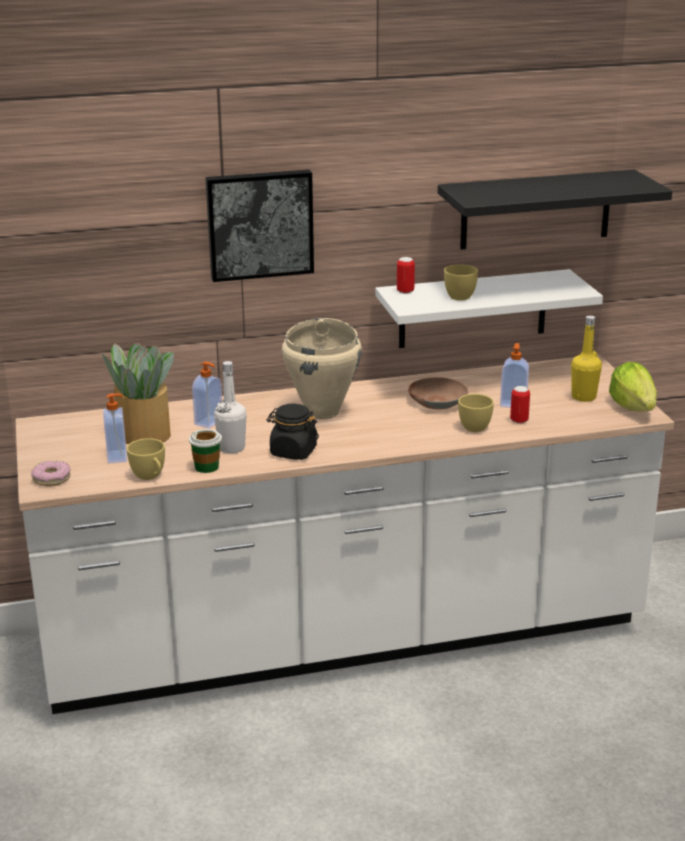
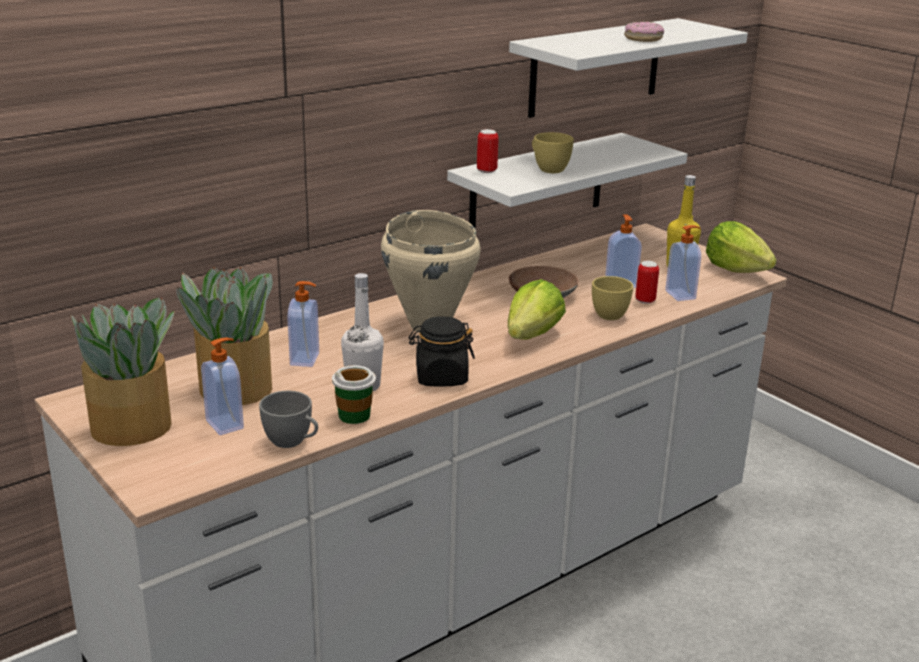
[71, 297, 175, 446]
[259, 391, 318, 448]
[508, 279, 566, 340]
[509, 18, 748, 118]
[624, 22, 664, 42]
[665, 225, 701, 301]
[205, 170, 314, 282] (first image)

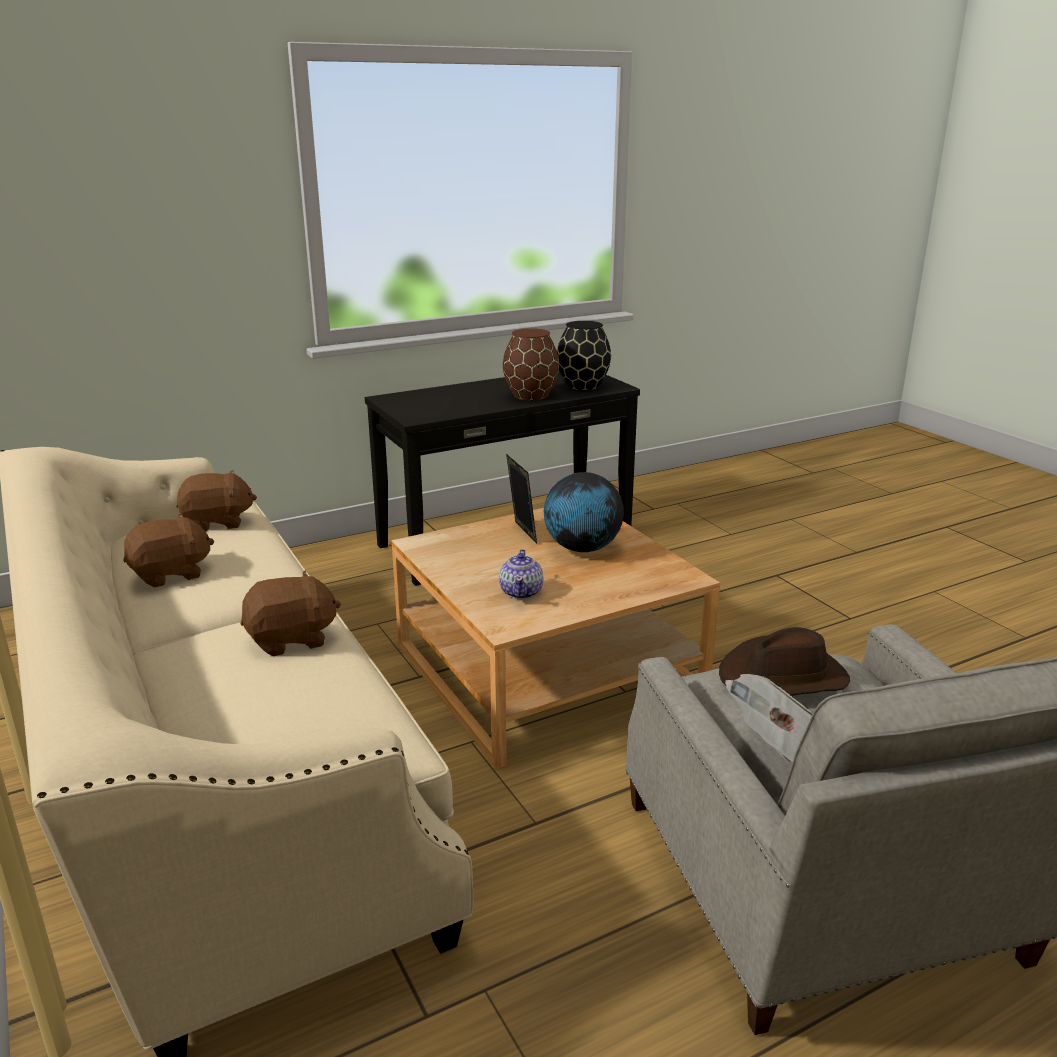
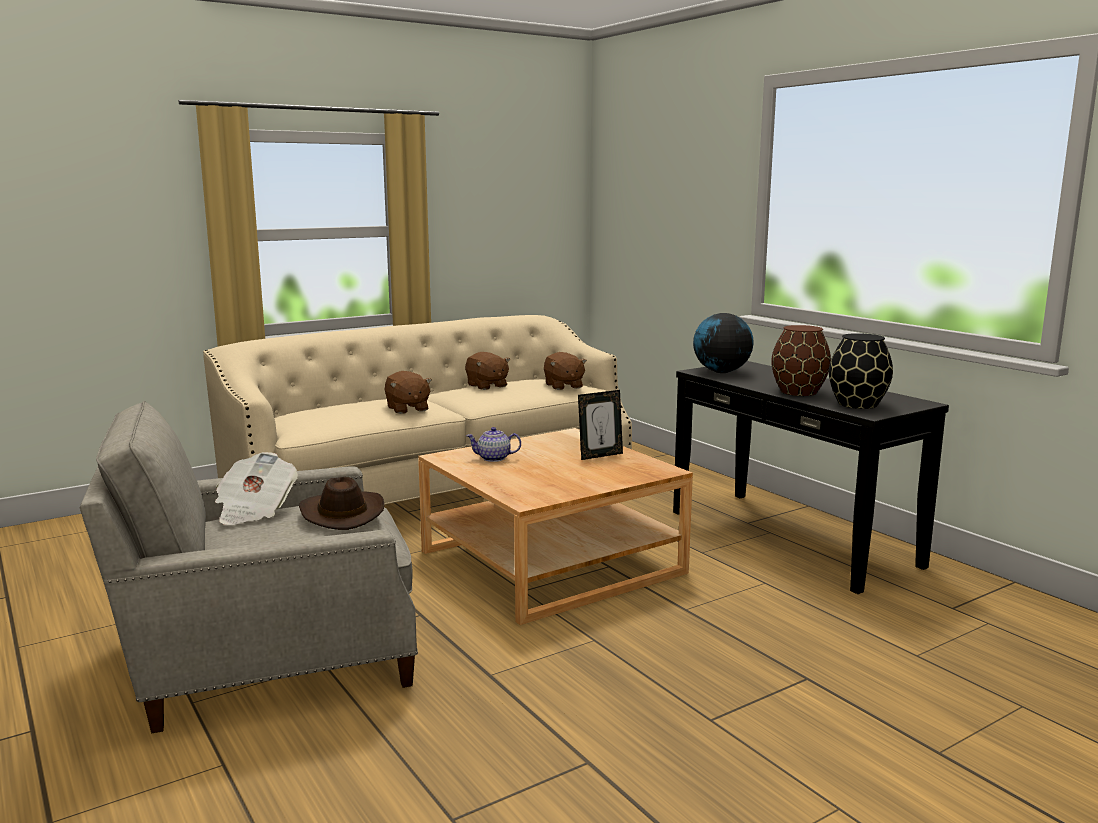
[693, 313, 754, 373]

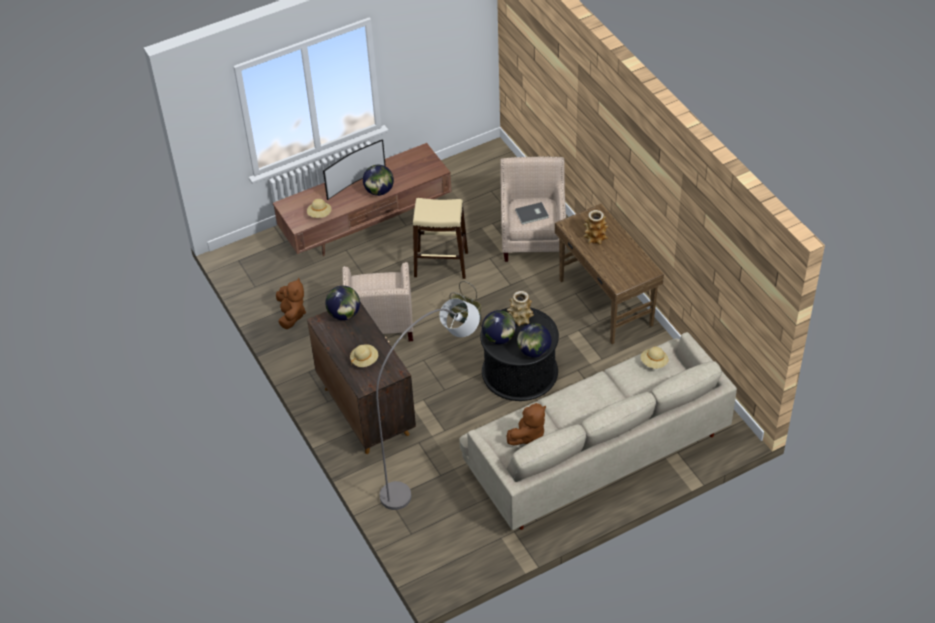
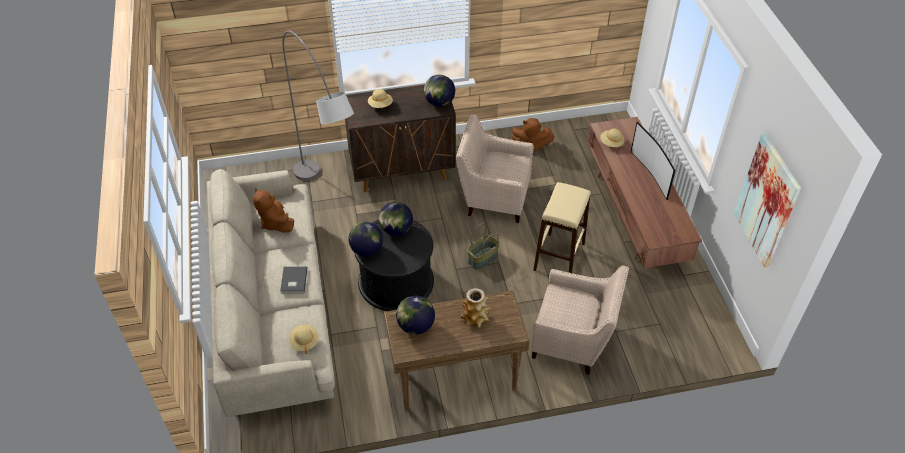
[280, 266, 308, 294]
[396, 296, 435, 335]
[734, 134, 801, 268]
[507, 291, 534, 326] (first image)

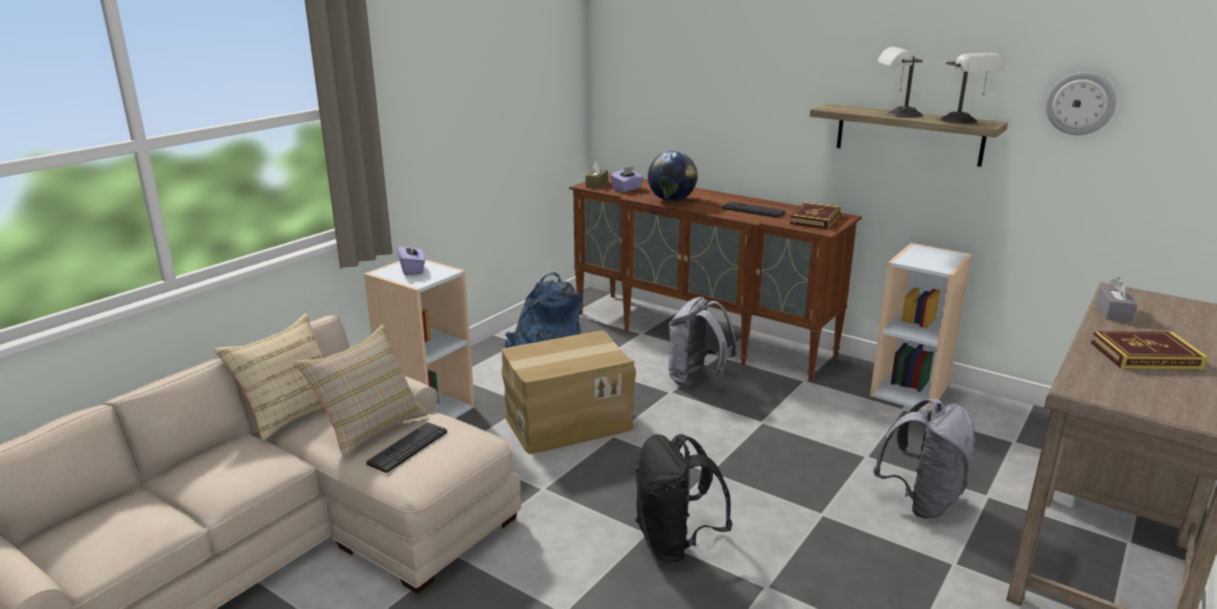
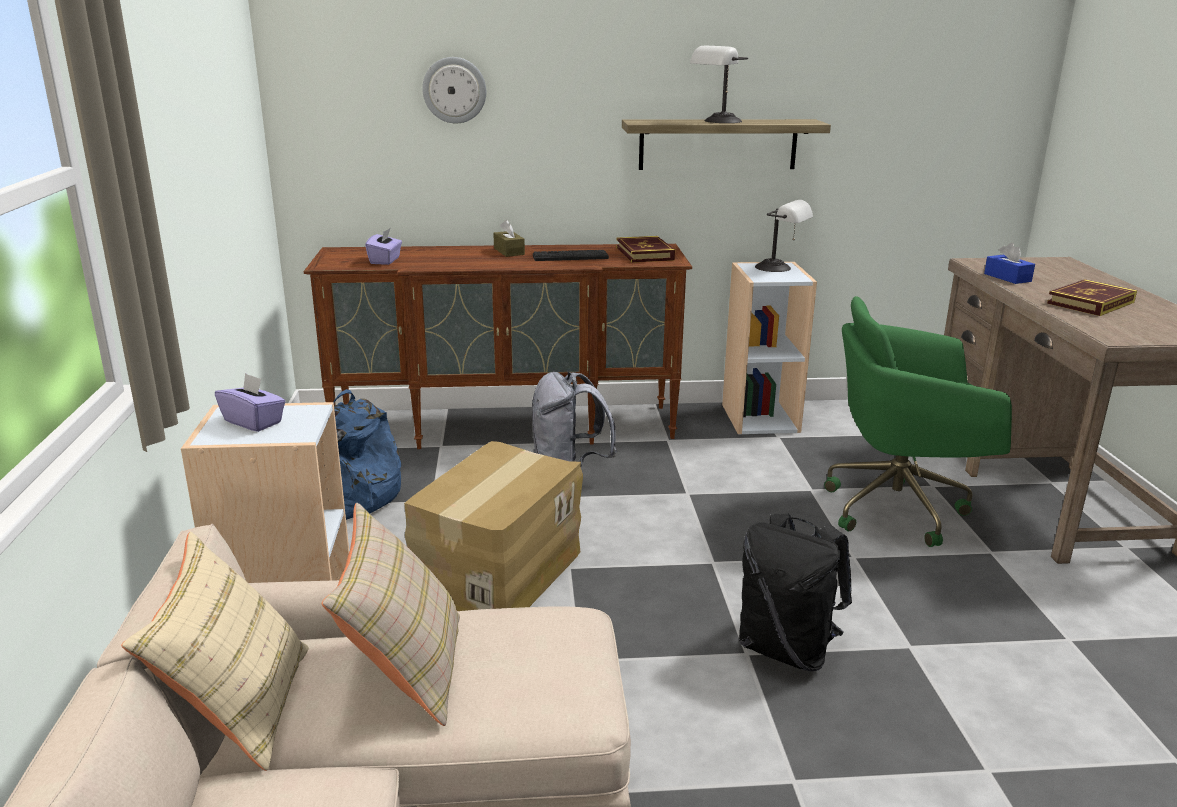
[422, 57, 486, 123]
[493, 220, 525, 257]
[755, 200, 813, 272]
[824, 296, 1012, 547]
[984, 243, 1035, 284]
[367, 422, 447, 473] (first image)
[648, 151, 698, 201] (first image)

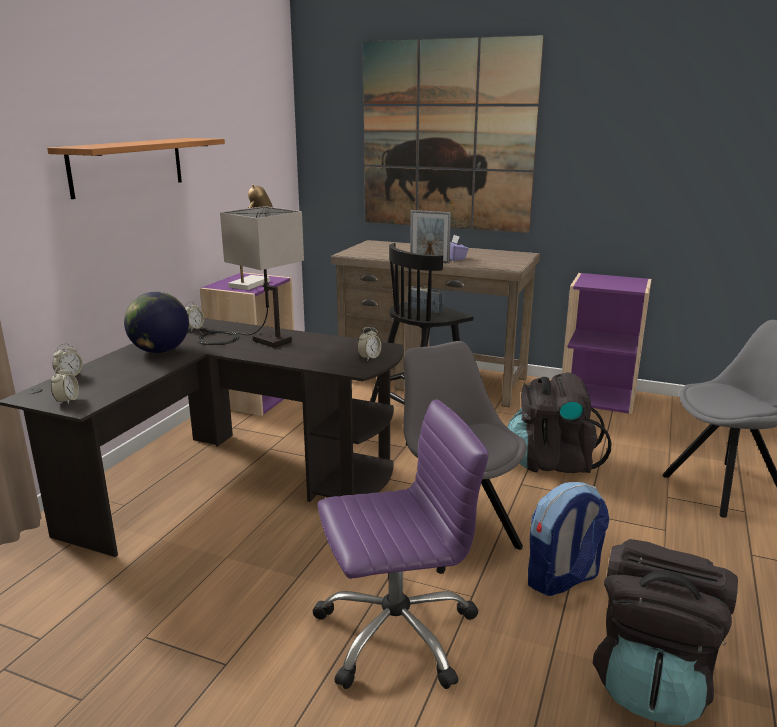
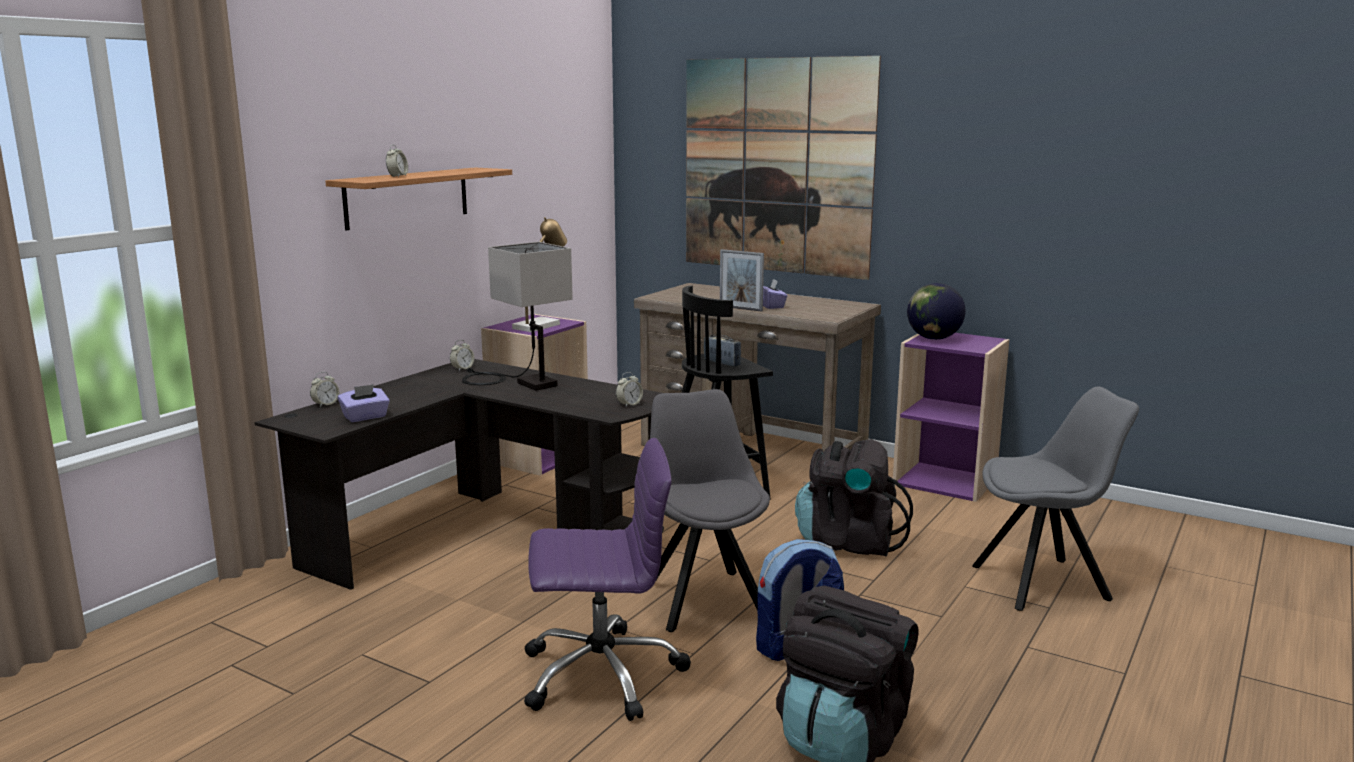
[338, 384, 390, 422]
[386, 144, 408, 177]
[907, 283, 965, 340]

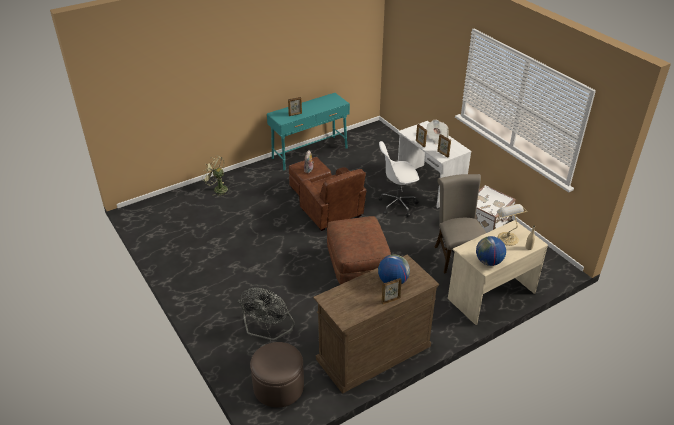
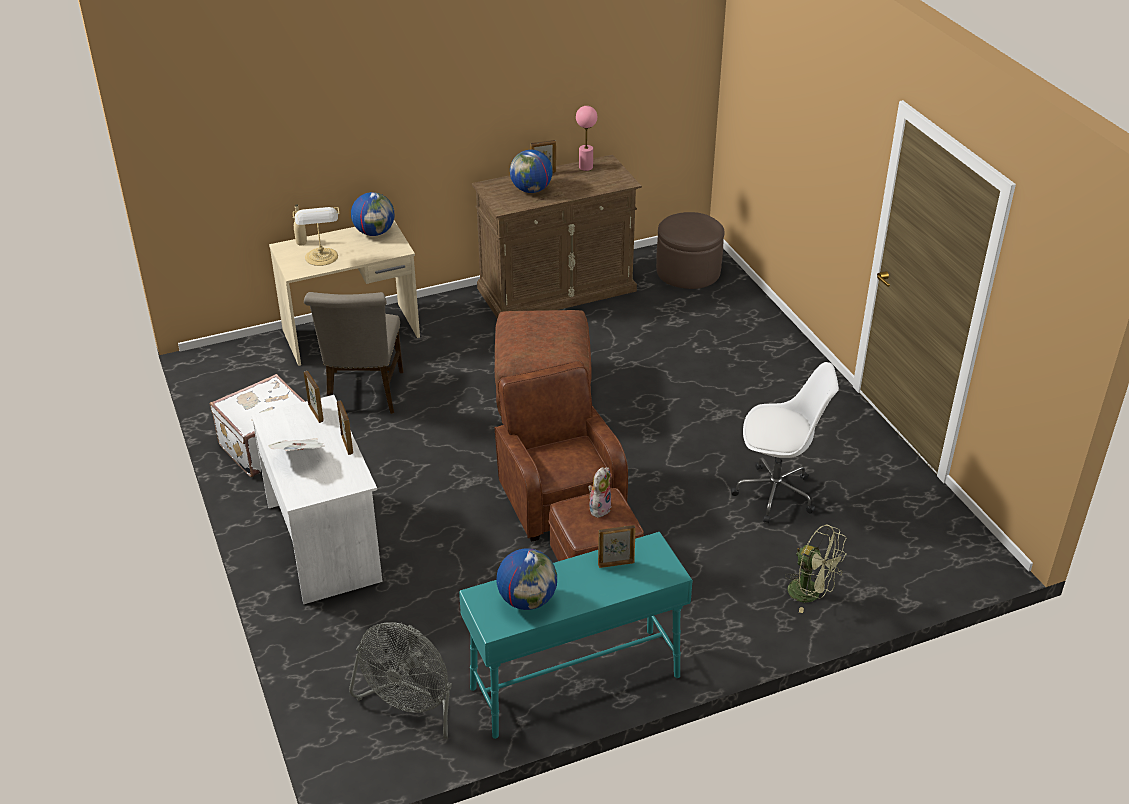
[349, 622, 452, 739]
[496, 548, 557, 610]
[576, 106, 597, 171]
[731, 362, 839, 523]

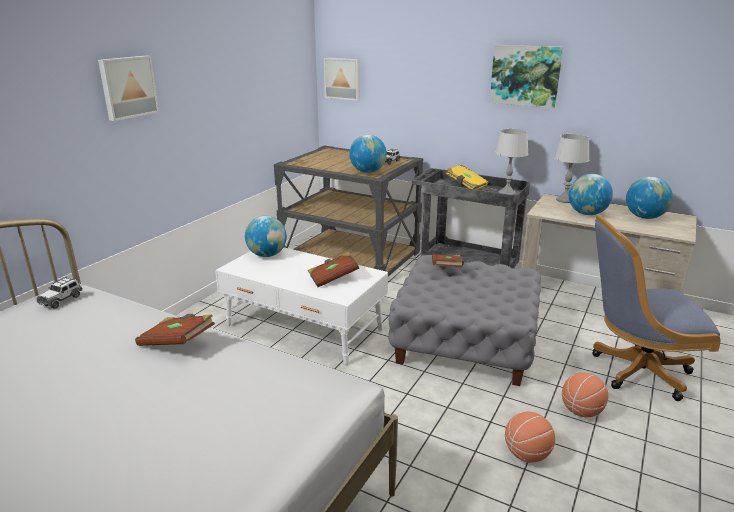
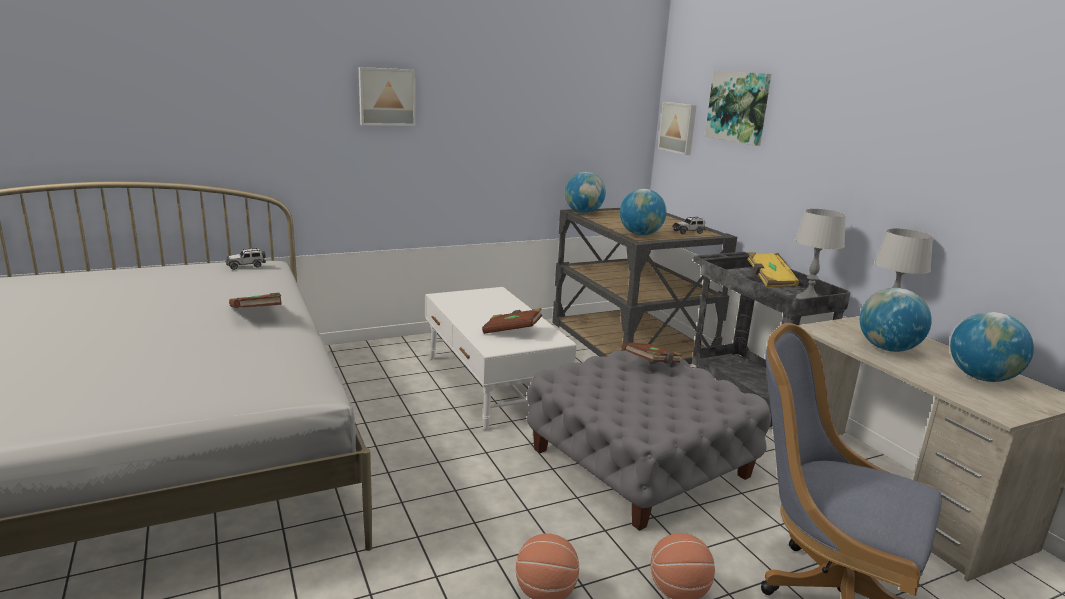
[565, 172, 606, 213]
[705, 71, 771, 146]

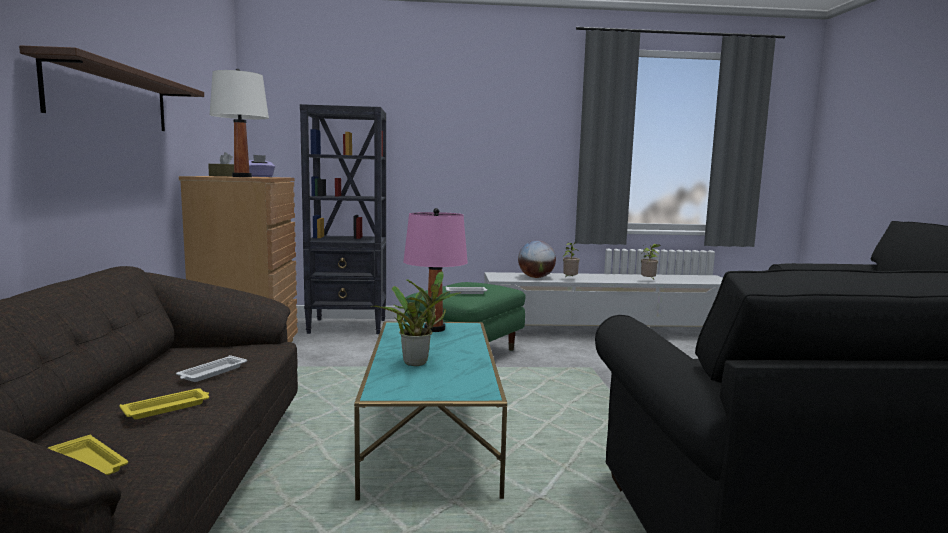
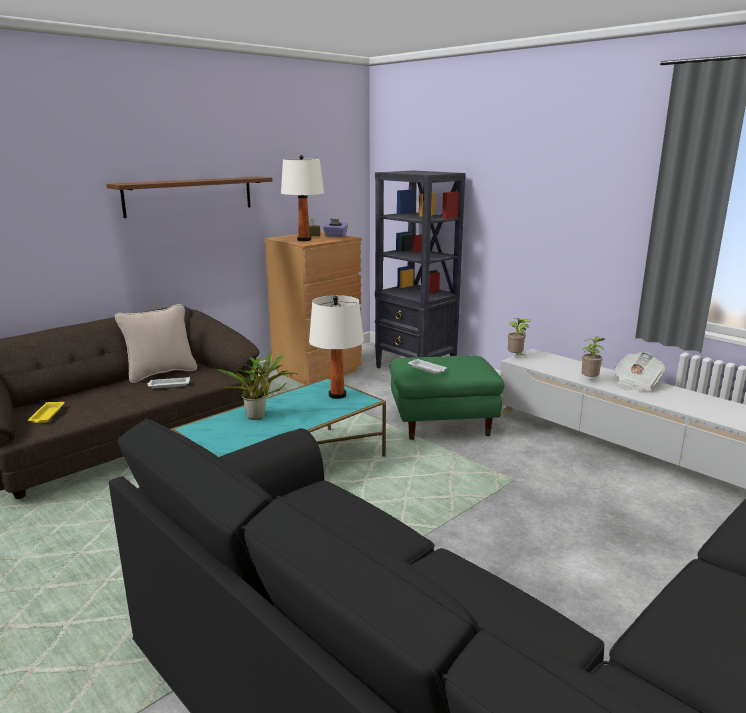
[115, 304, 197, 383]
[309, 295, 364, 399]
[508, 318, 531, 355]
[615, 352, 665, 391]
[119, 388, 209, 419] (first image)
[518, 240, 556, 278] (first image)

